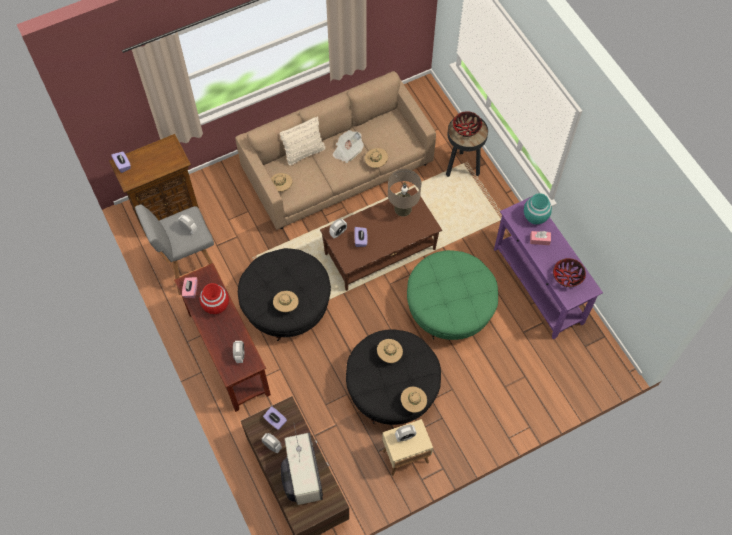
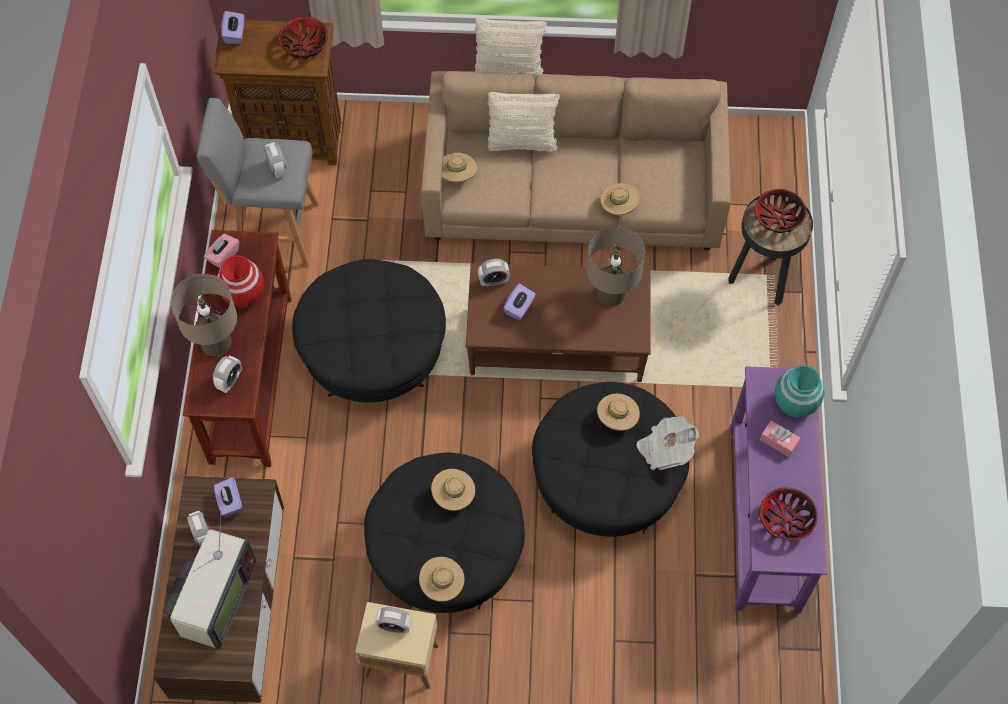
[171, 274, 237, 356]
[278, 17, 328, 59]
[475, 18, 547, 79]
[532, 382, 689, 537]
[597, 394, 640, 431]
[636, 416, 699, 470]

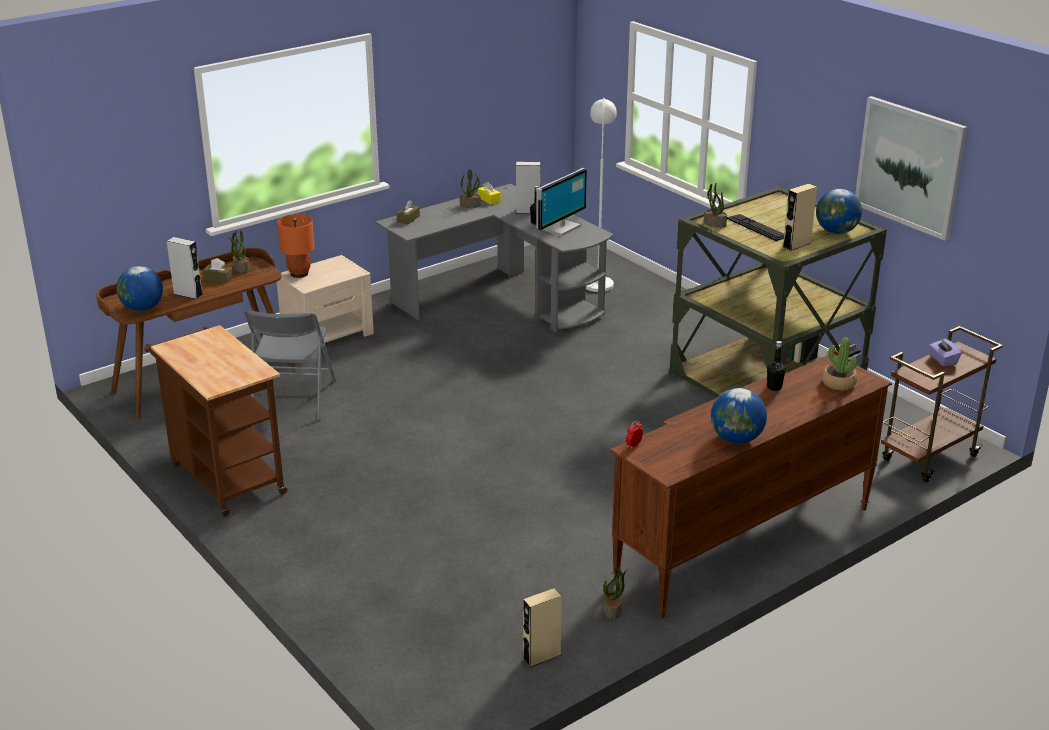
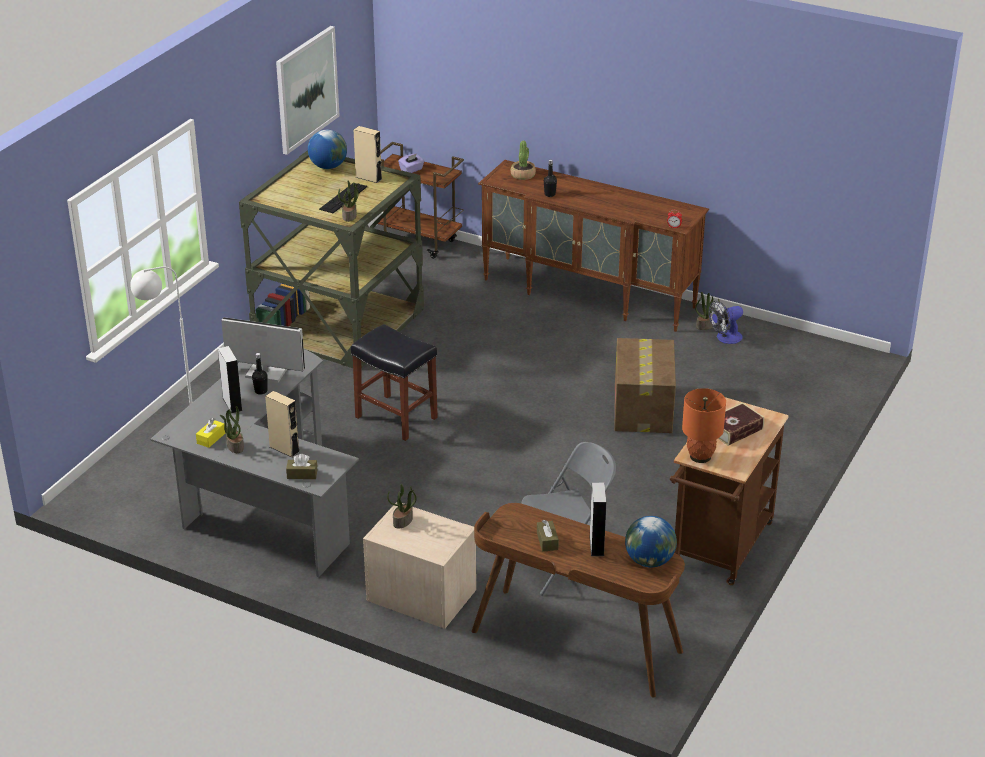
[265, 391, 300, 457]
[351, 324, 438, 441]
[387, 484, 417, 529]
[614, 338, 676, 433]
[682, 388, 726, 463]
[708, 301, 743, 344]
[718, 402, 764, 446]
[711, 388, 767, 444] (first image)

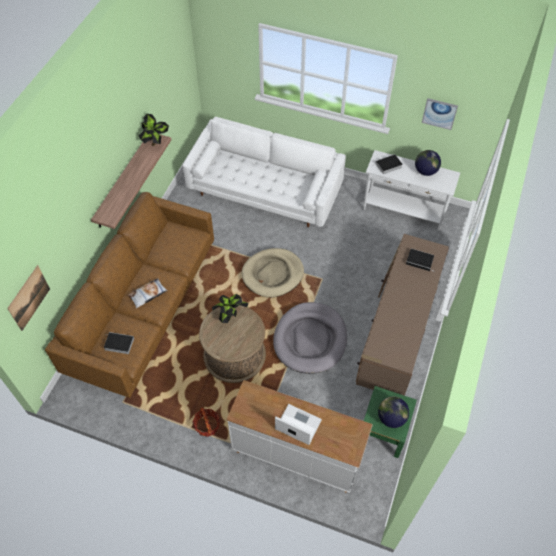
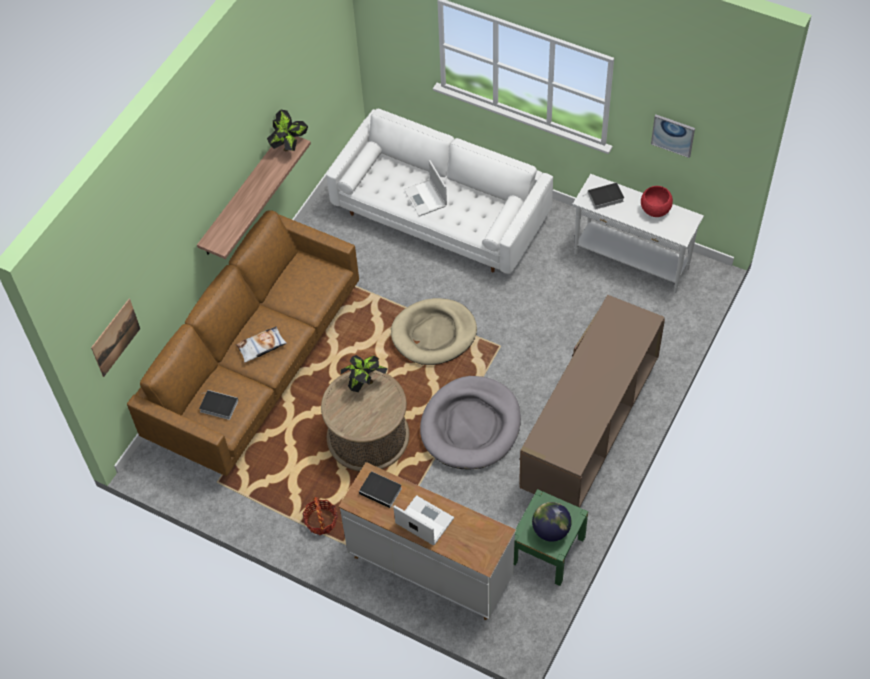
[359, 471, 402, 508]
[404, 160, 447, 217]
[641, 186, 673, 217]

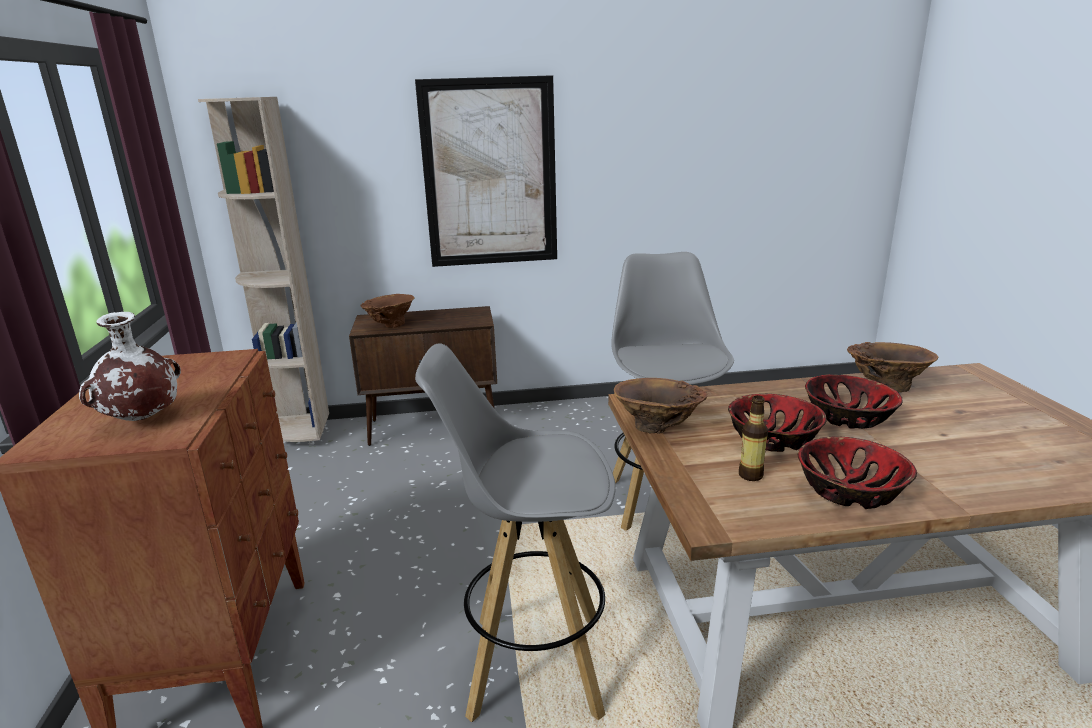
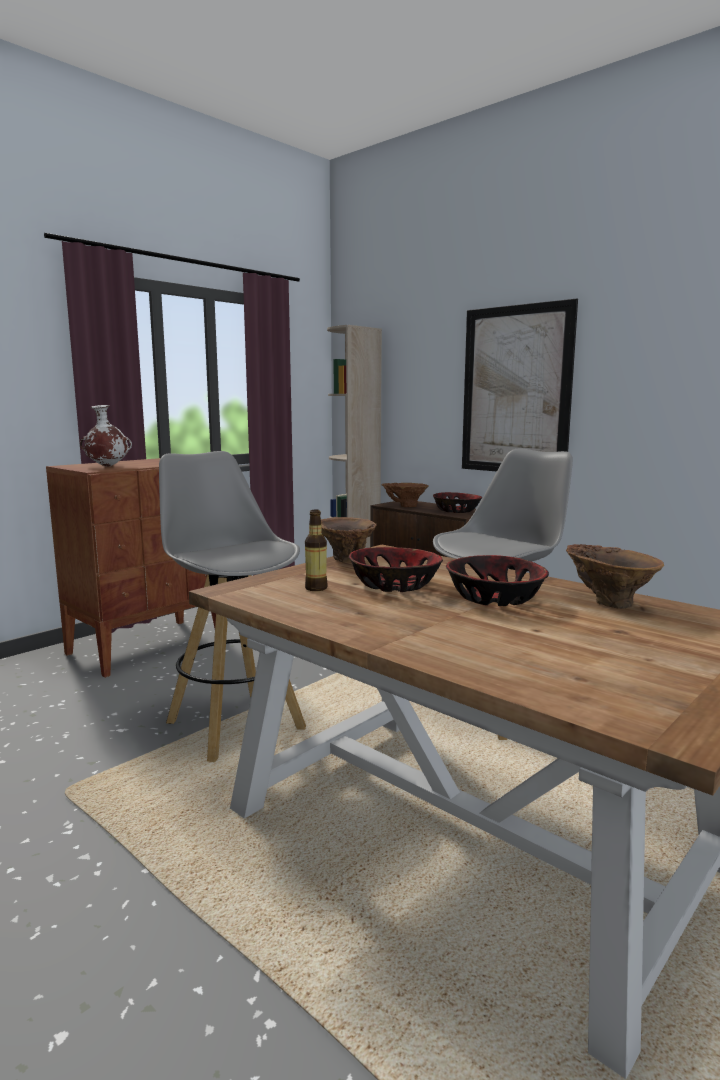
[433, 492, 482, 513]

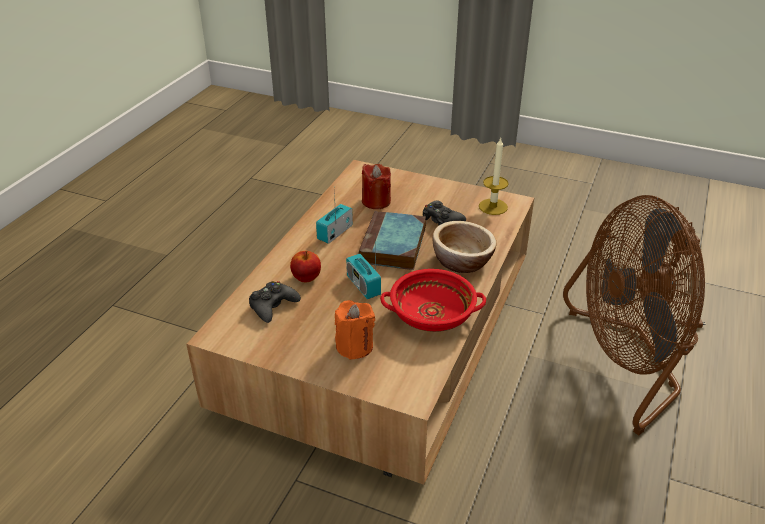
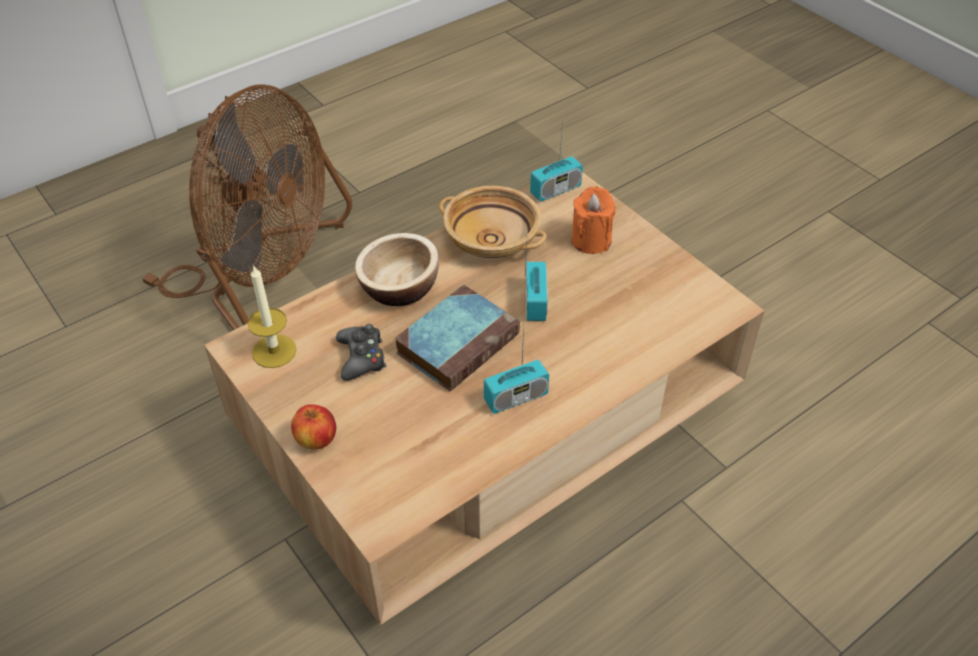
[291, 404, 336, 450]
[439, 186, 547, 258]
[530, 119, 583, 202]
[249, 281, 301, 323] (first image)
[362, 164, 391, 209] (first image)

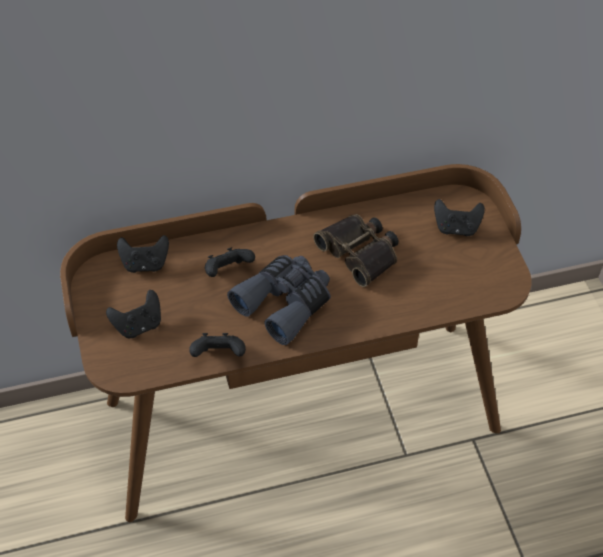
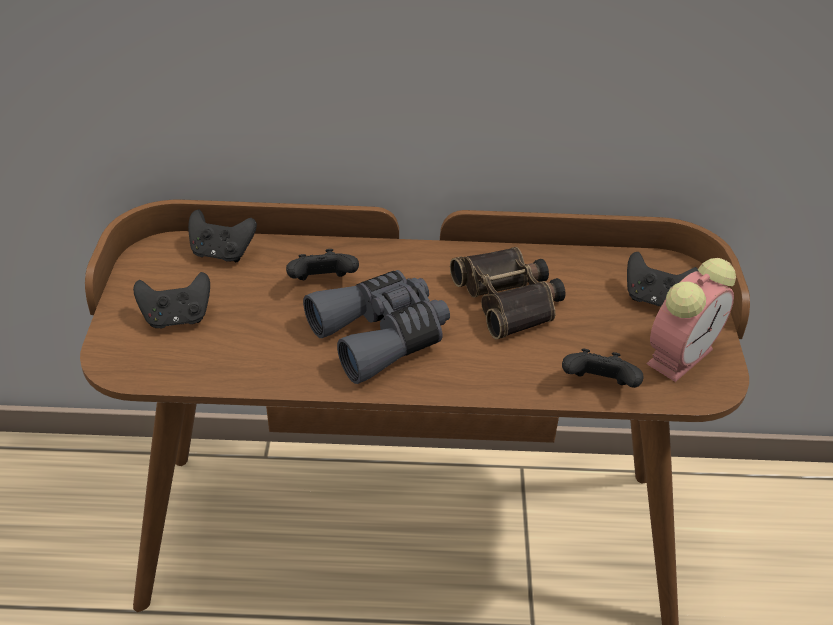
[562, 349, 643, 388]
[647, 258, 736, 382]

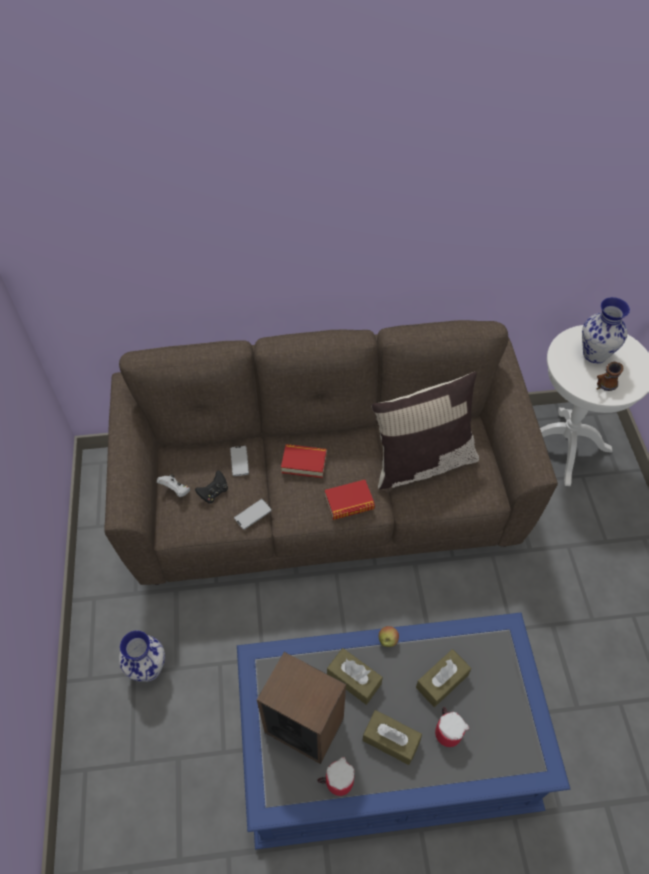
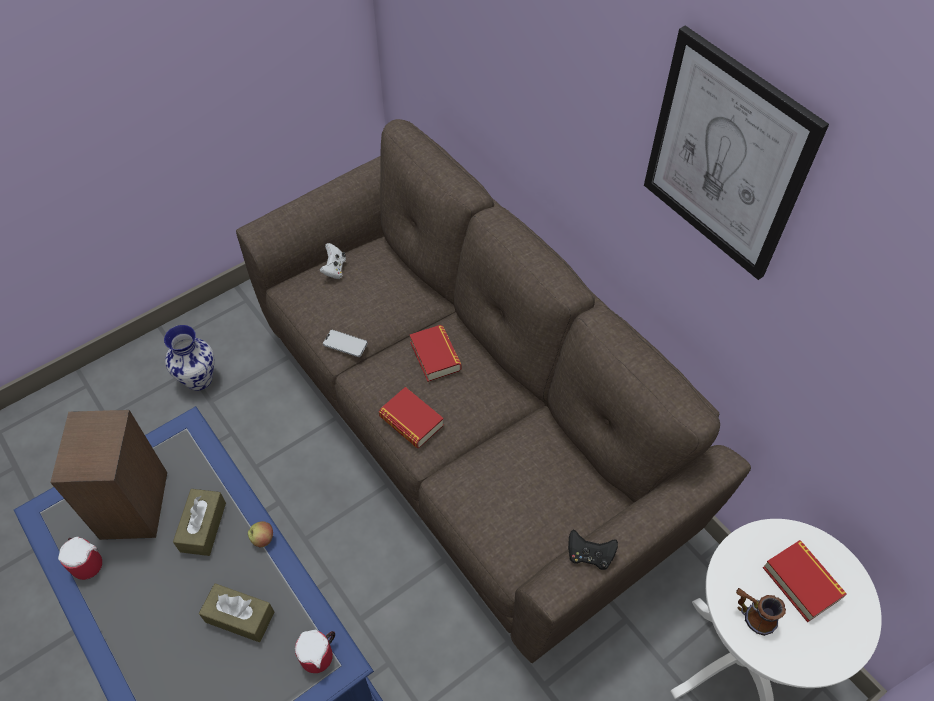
[295, 630, 335, 673]
[568, 529, 618, 570]
[644, 25, 829, 280]
[763, 540, 847, 622]
[230, 446, 249, 476] (first image)
[363, 710, 422, 765] (first image)
[371, 372, 479, 490] (first image)

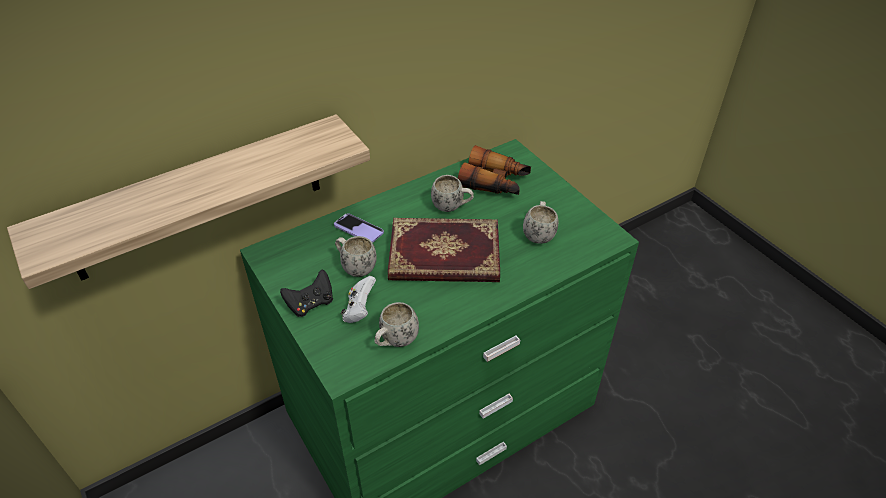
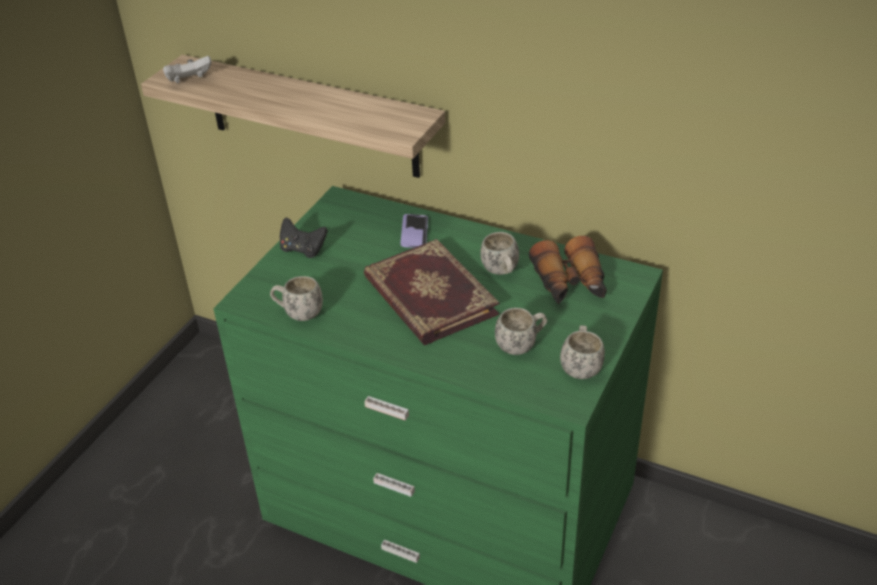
[163, 56, 211, 83]
[560, 325, 605, 379]

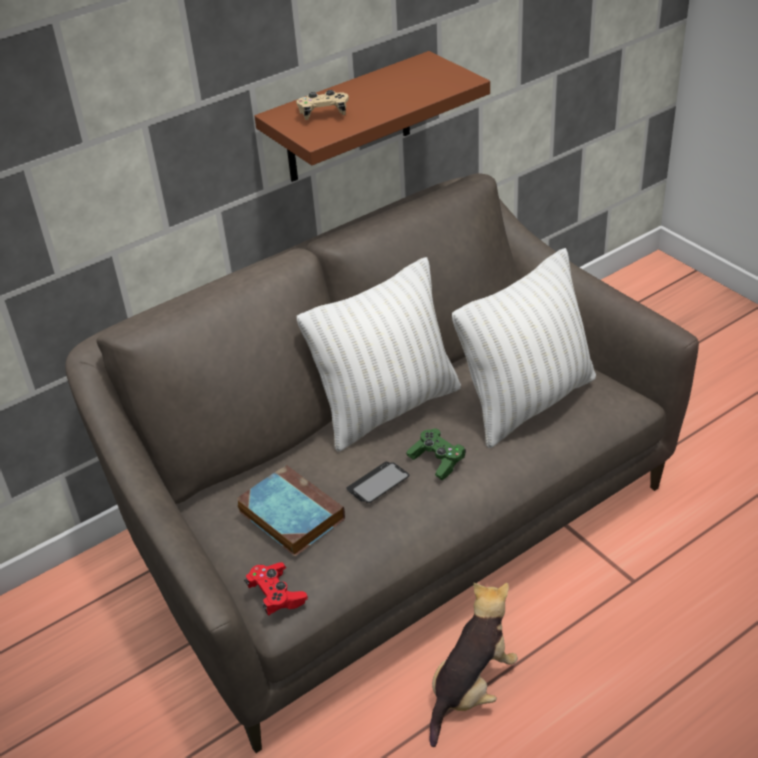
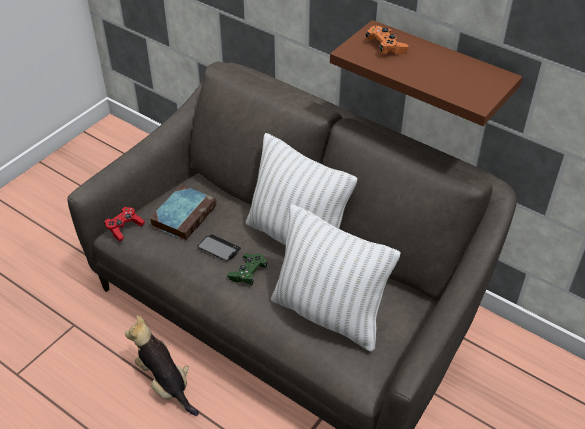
[125, 315, 199, 416]
[366, 26, 409, 55]

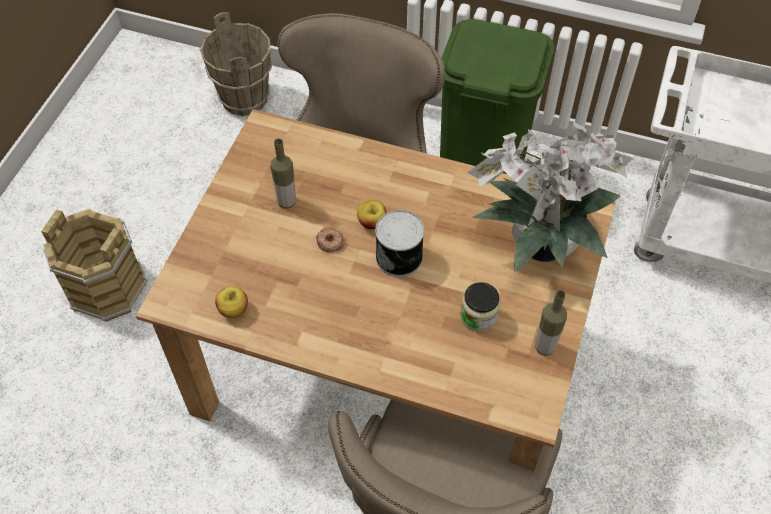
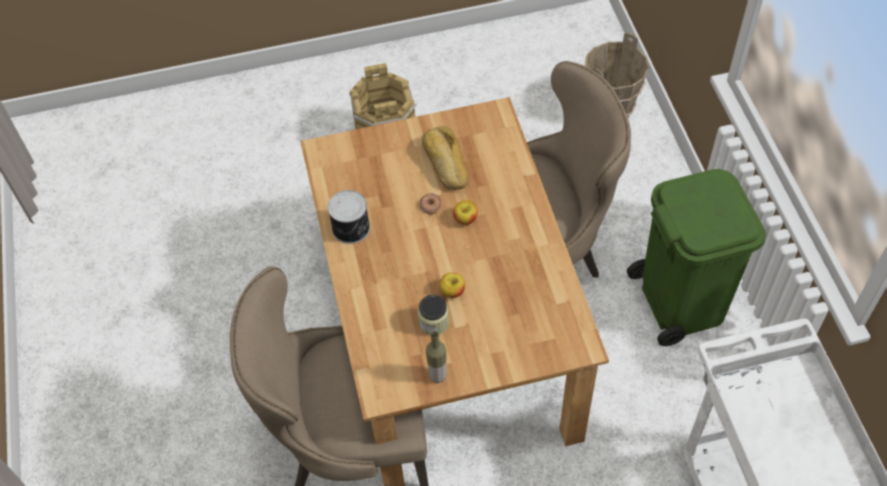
[328, 190, 370, 244]
[422, 126, 468, 190]
[439, 273, 465, 298]
[467, 121, 633, 272] (first image)

